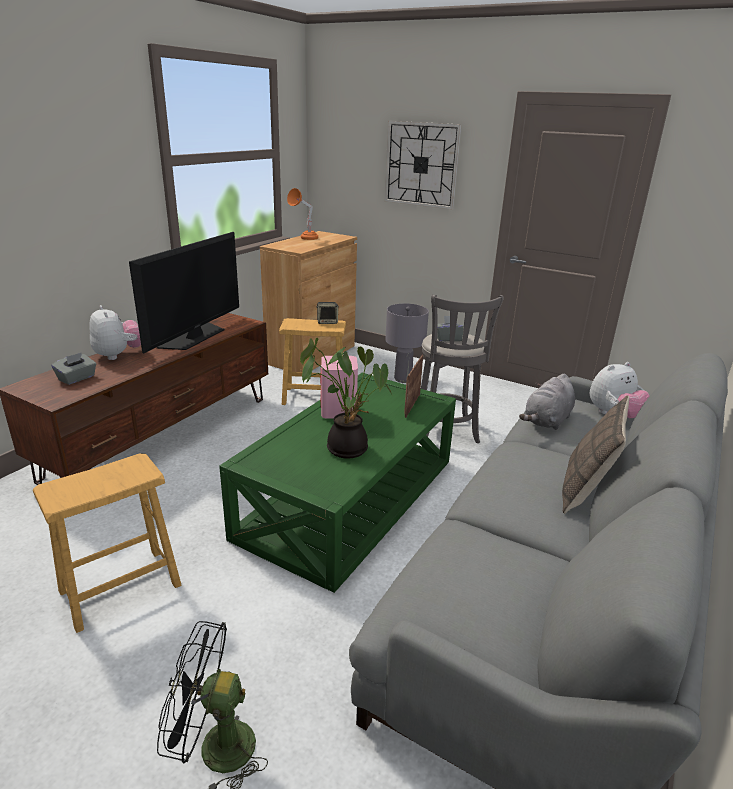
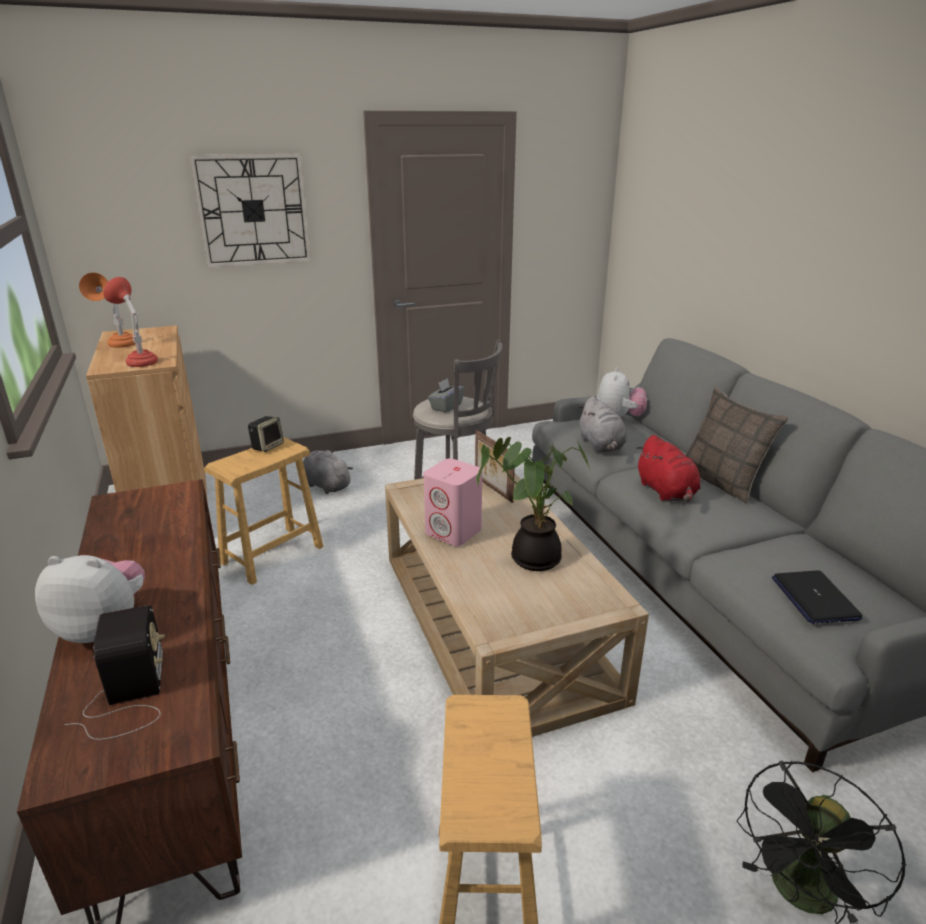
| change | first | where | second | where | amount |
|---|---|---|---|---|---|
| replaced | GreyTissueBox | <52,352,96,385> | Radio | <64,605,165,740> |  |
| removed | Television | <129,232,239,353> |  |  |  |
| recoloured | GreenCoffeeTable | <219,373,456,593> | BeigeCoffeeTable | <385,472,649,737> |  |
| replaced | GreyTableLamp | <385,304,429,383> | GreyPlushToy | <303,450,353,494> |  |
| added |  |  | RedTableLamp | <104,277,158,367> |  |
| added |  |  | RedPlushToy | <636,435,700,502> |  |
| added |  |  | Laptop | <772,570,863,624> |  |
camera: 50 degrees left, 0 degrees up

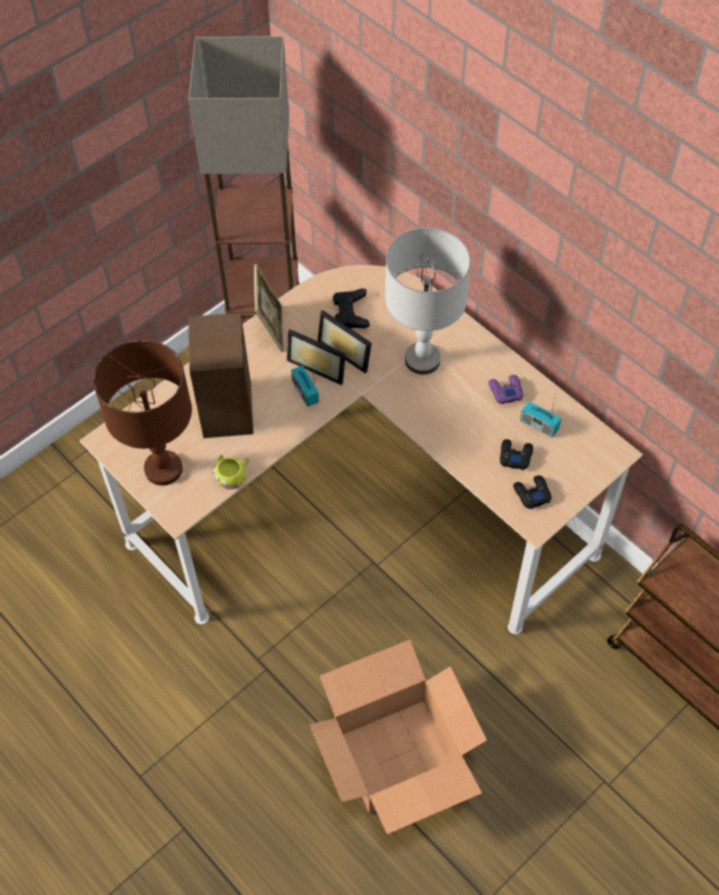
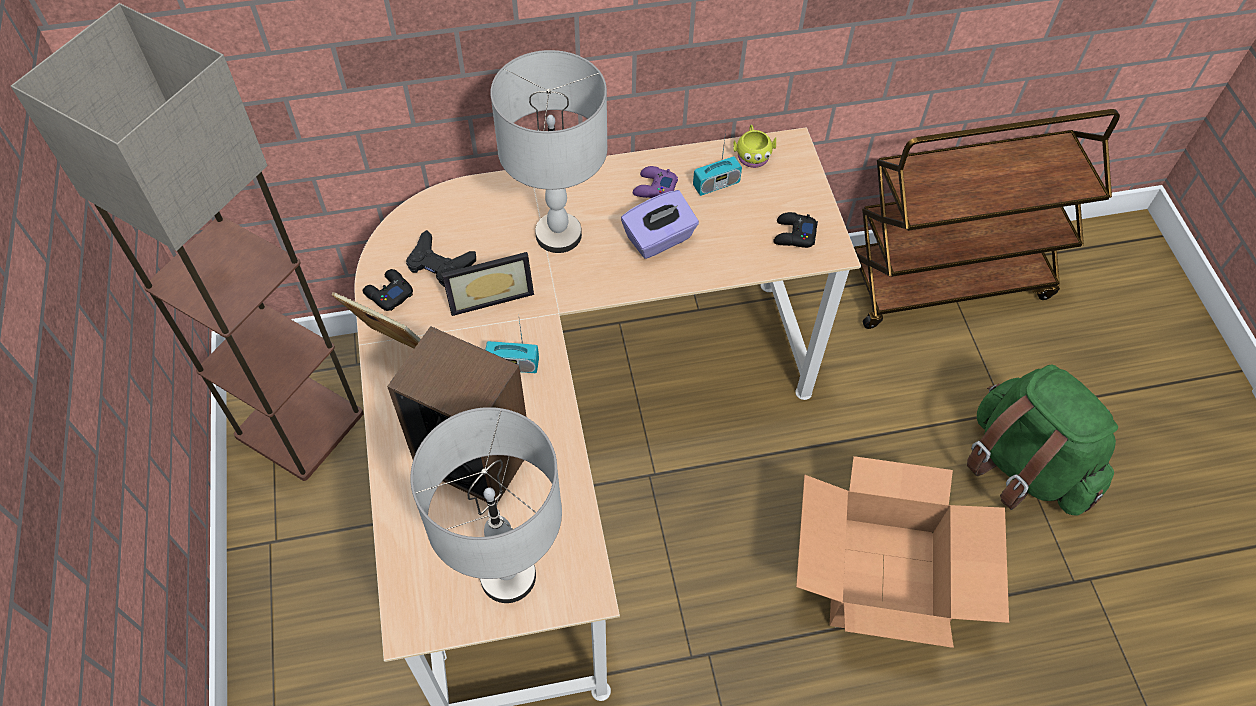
| change | first | where | second | where | amount |
|---|---|---|---|---|---|
| recoloured | BrownTableLamp | <93,340,192,486> | GreyTableLamp | <410,407,562,603> |  |
| moved | YellowMug | <212,454,249,489> |  | <733,125,776,168> |  |
| removed | PictureFrame | <287,329,346,385> |  |  |  |
| moved | BlackGameController | <500,439,533,470> |  | <363,269,413,311> |  |
| added |  |  | PurpleTissueBox | <621,190,699,259> |  |
| added |  |  | GreenBackpack | <967,364,1118,516> |  |
camera: 60 degrees left, 0 degrees up

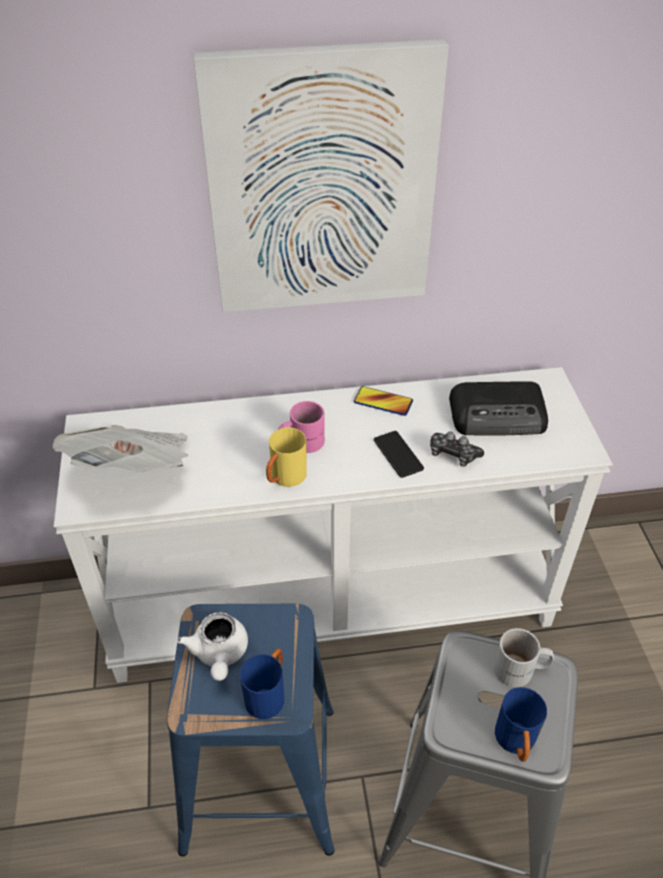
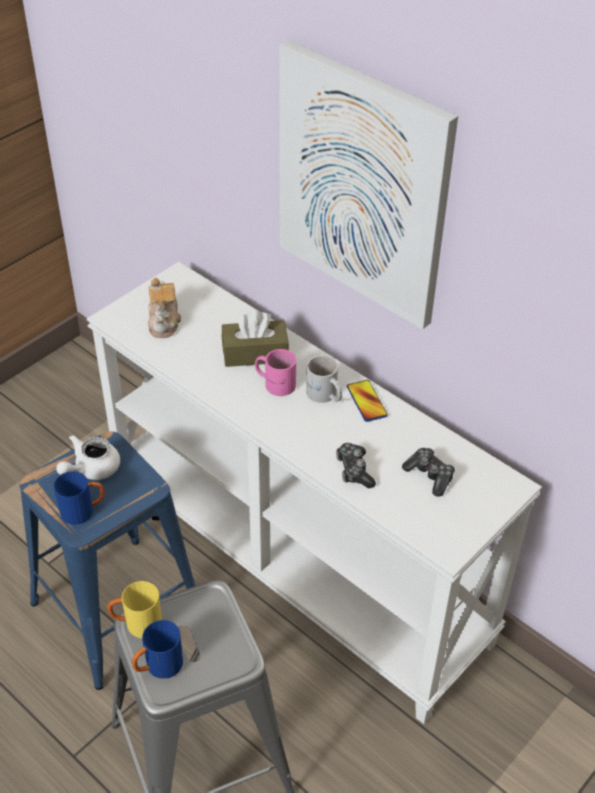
| change | first | where | second | where | amount |
|---|---|---|---|---|---|
| replaced | Newspaper | <53,425,189,472> | Teapot | <148,278,181,338> |  |
| moved | YellowMug | <266,427,307,487> |  | <107,581,162,638> |  |
| removed | Phone | <374,431,424,478> |  |  |  |
| replaced | Radio | <449,381,548,436> | GameController | <402,448,455,497> |  |
| moved | WhiteMug | <494,628,554,687> |  | <306,355,342,403> |  |
| added |  |  | BrownTissueBox | <222,310,289,367> |  |
camera: 50 degrees right, 0 degrees up

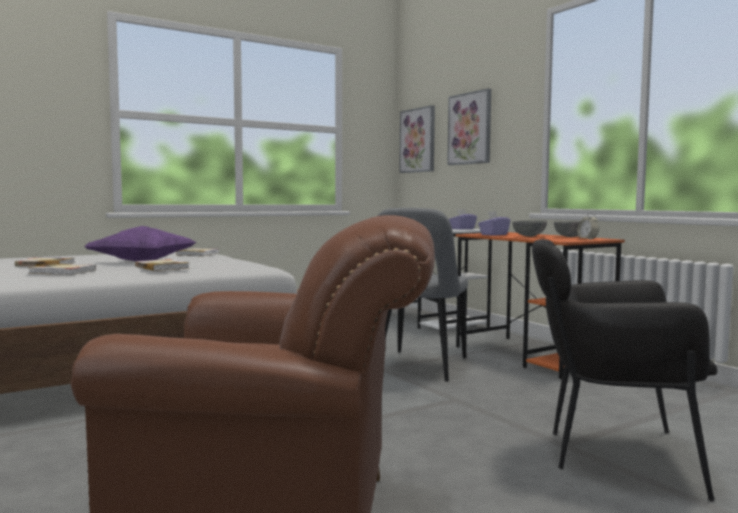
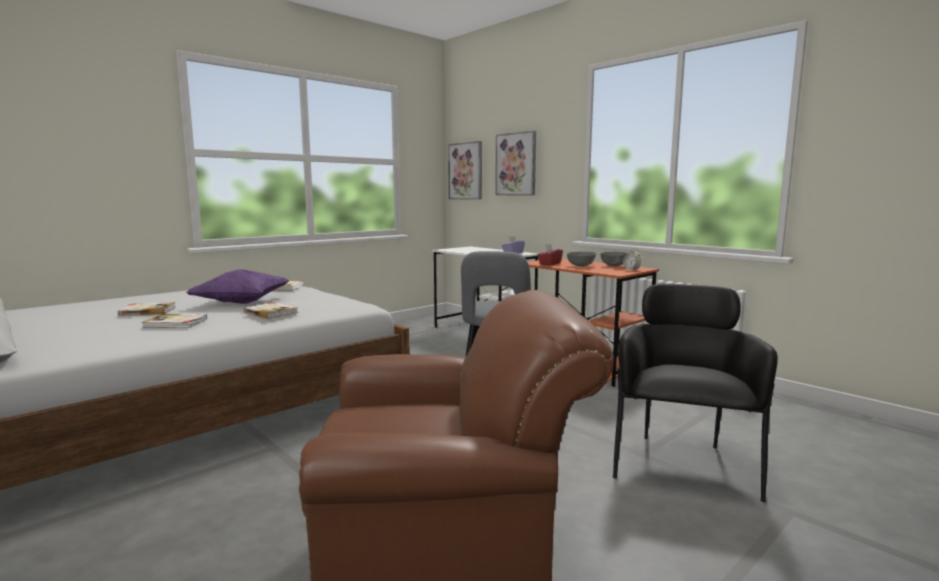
| change | first | where | second | where | amount |
|---|---|---|---|---|---|
| recoloured | PurpleTissueBox | <478,211,510,236> | RedTissueBox | <537,244,563,265> |  |
| turned | BlackArmchair | <532,239,717,501> |  | <613,284,778,502> | 105 degrees clockwise |
camera: 10 degrees left, 5 degrees up

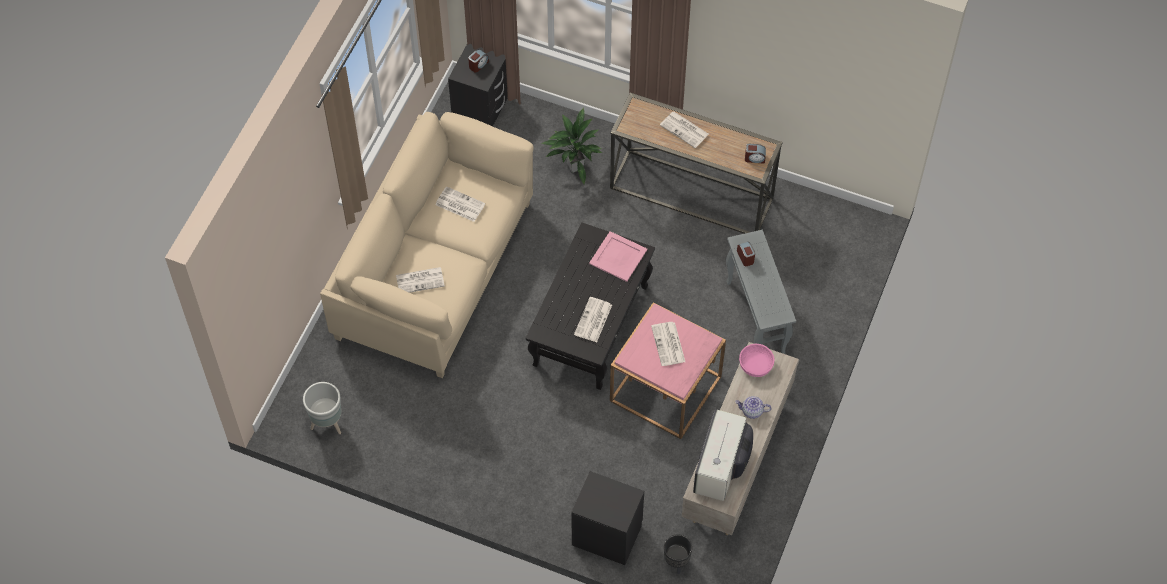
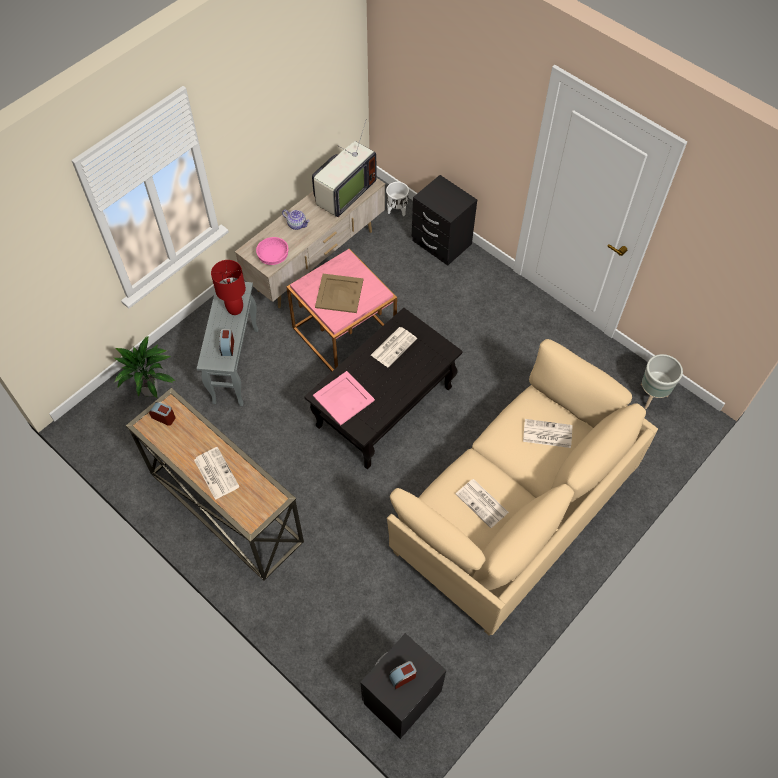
| change | first | where | second | where | amount |
|---|---|---|---|---|---|
| moved | PottedPlant | <541,107,602,184> |  | <114,335,175,399> |  |
| replaced | Newspaper | <651,322,685,366> | BeigeTray | <315,274,363,313> |  |
| recoloured | BlackPlanter | <664,534,692,574> | WhitePlanter | <386,182,409,216> |  |
| added |  |  | RedTableLamp | <211,260,246,315> |  |
camera: 160 degrees left, 0 degrees up

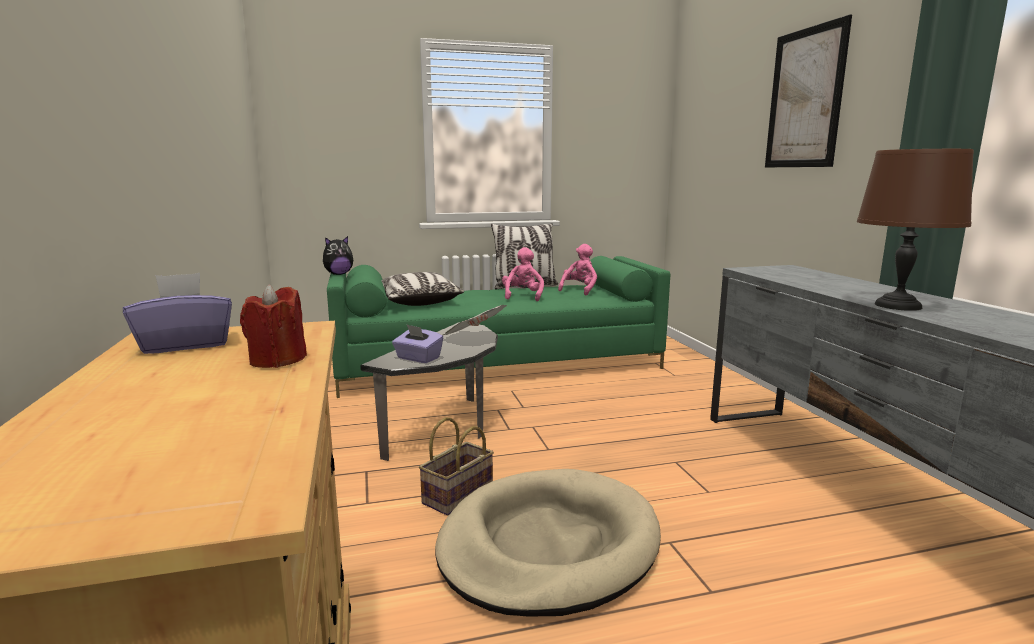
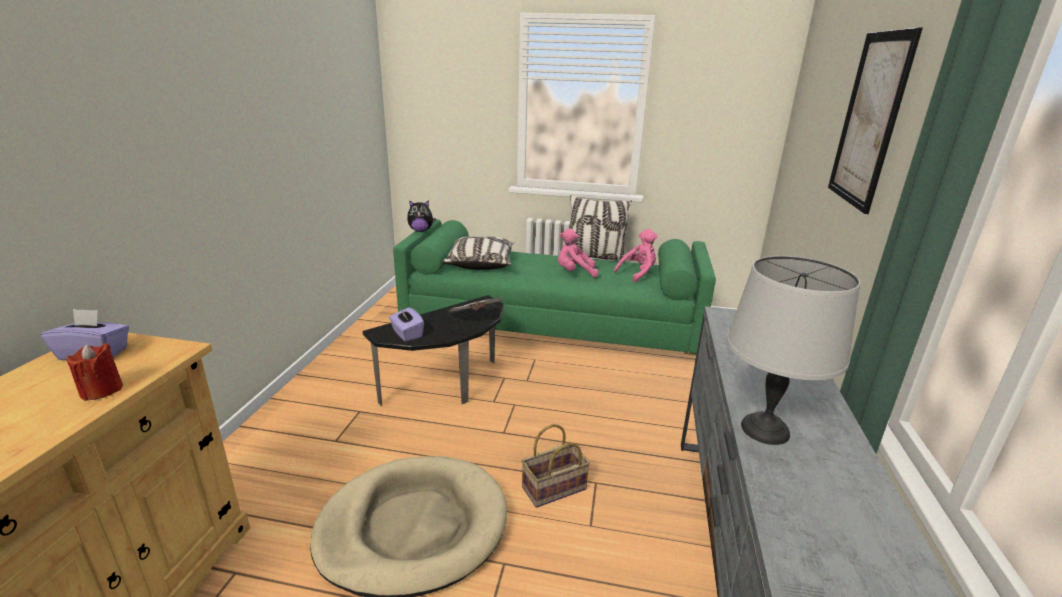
| change | first | where | second | where | amount |
|---|---|---|---|---|---|
| moved | Basket | <419,417,494,516> |  | <522,424,590,508> |  |
| turned | PinkPlushToy | <502,247,544,302> |  | <558,229,599,277> | 120 degrees counterclockwise |
| recoloured | BrownTableLamp | <857,149,974,311> | GreyTableLamp | <726,256,860,445> |  |
camera: 25 degrees right, 10 degrees up

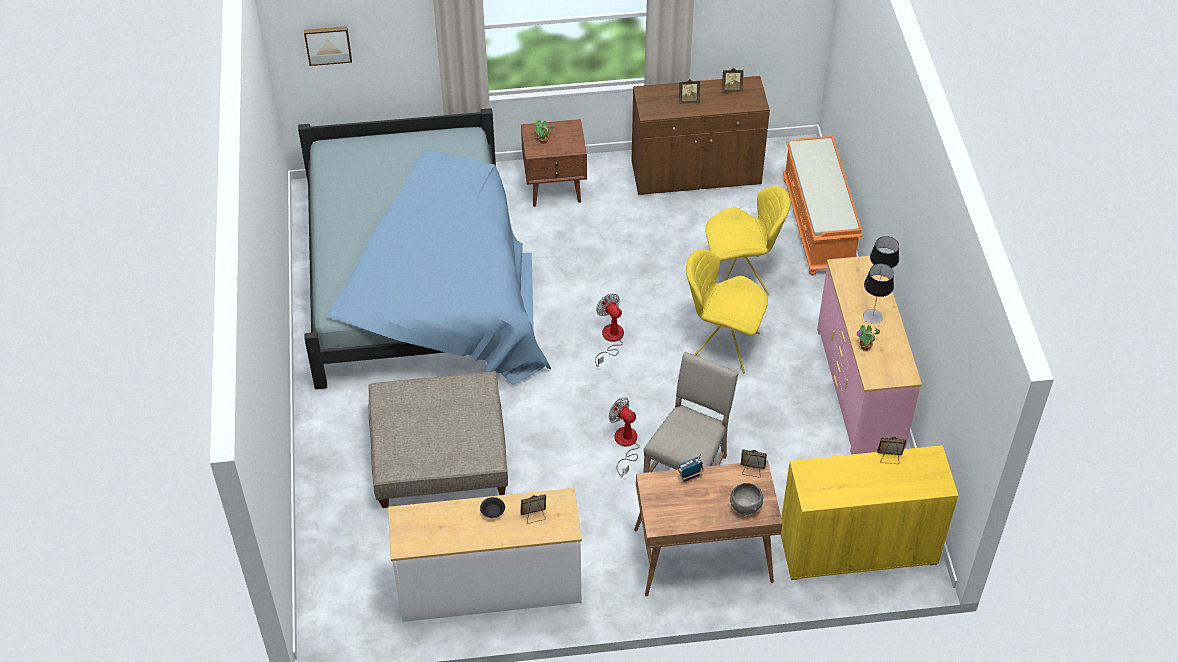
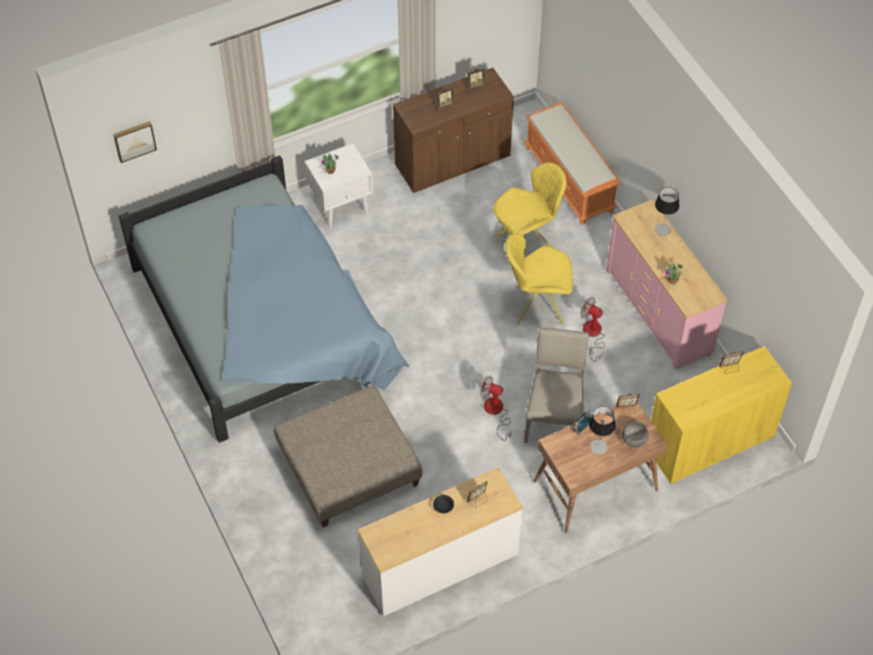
| change | first | where | second | where | amount |
|---|---|---|---|---|---|
| recoloured | BrownNightstand | <521,119,587,207> | WhiteNightstand | <305,143,373,228> |  |
| moved | Fan | <595,294,624,367> |  | <580,297,605,362> |  |
| moved | TableLamp | <863,264,894,324> |  | <589,406,616,454> |  |
camera: 20 degrees left, 5 degrees up

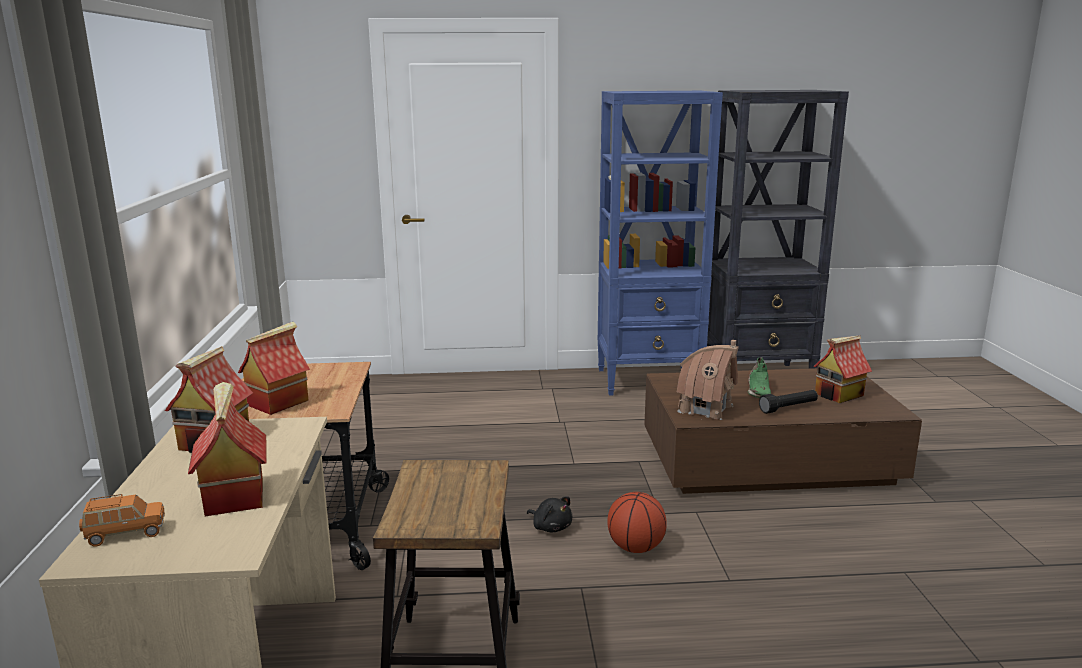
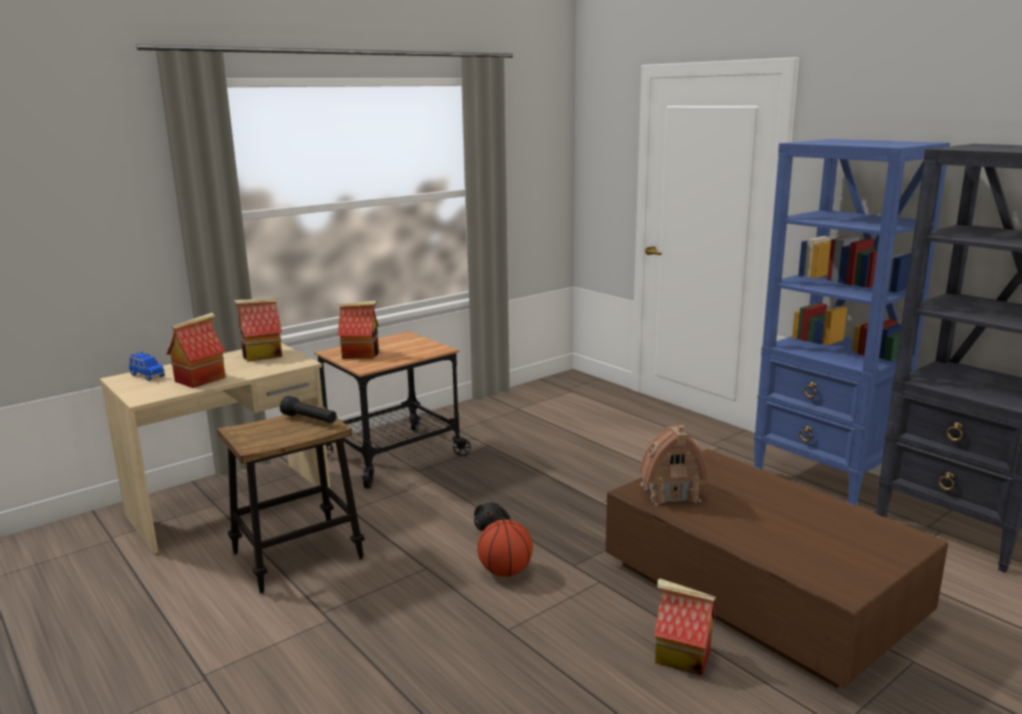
| change | first | where | second | where | amount |
|---|---|---|---|---|---|
| recoloured | OrangeToyCar | <79,494,165,546> | BlueToyCar | <129,352,165,381> |  |
| removed | GreenShoe | <748,357,771,398> |  |  |  |
| moved | BlackFlashlight | <759,390,818,414> |  | <280,396,337,423> |  |
| moved | ToyHouse | <813,335,872,403> |  | <654,579,716,676> |  |
camera: 55 degrees right, 0 degrees up

